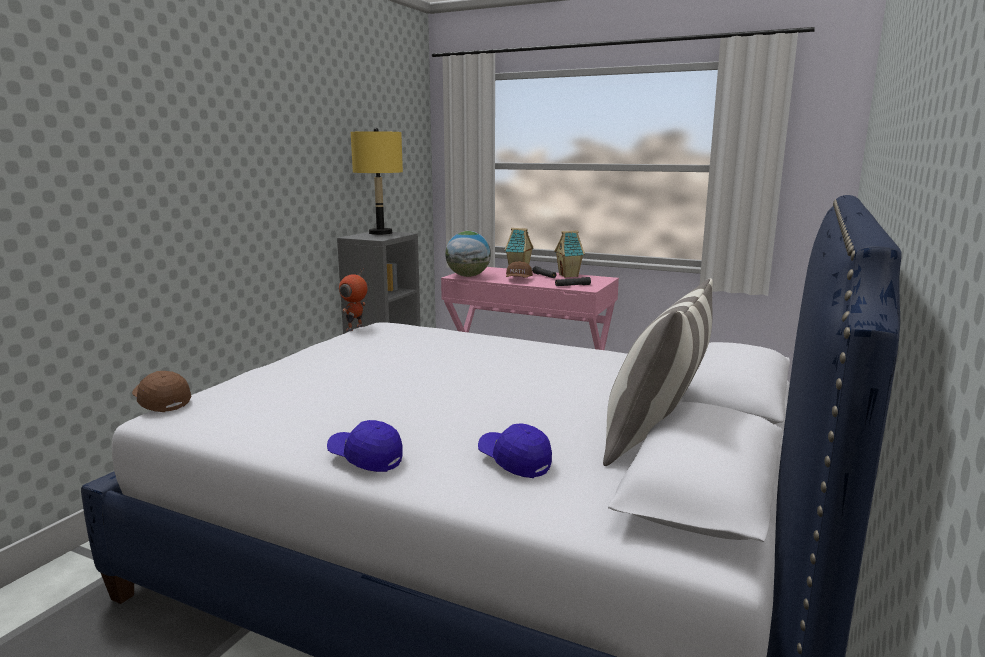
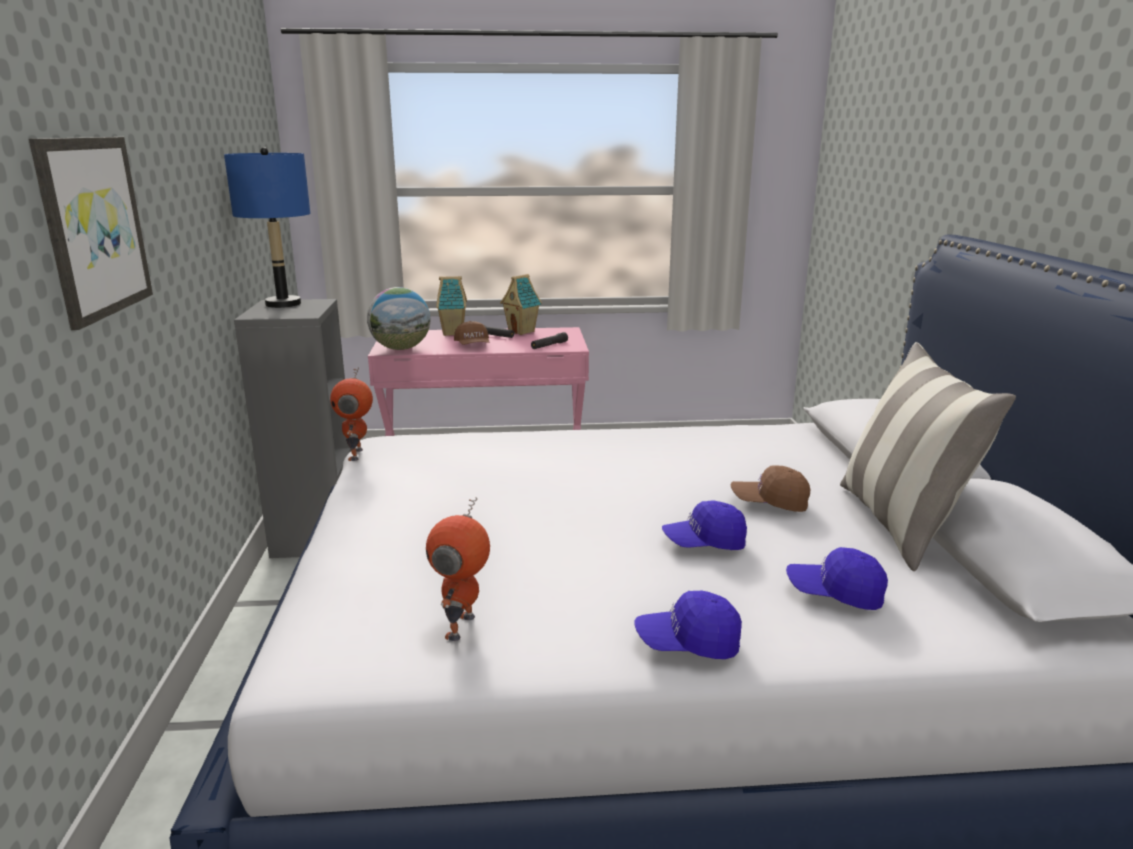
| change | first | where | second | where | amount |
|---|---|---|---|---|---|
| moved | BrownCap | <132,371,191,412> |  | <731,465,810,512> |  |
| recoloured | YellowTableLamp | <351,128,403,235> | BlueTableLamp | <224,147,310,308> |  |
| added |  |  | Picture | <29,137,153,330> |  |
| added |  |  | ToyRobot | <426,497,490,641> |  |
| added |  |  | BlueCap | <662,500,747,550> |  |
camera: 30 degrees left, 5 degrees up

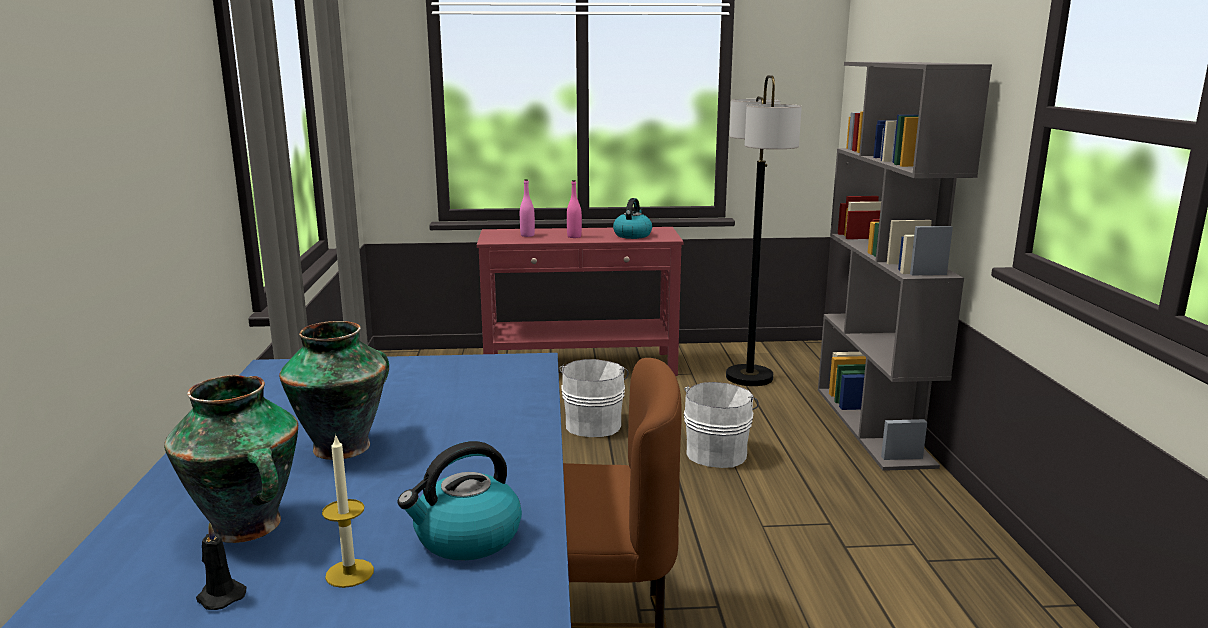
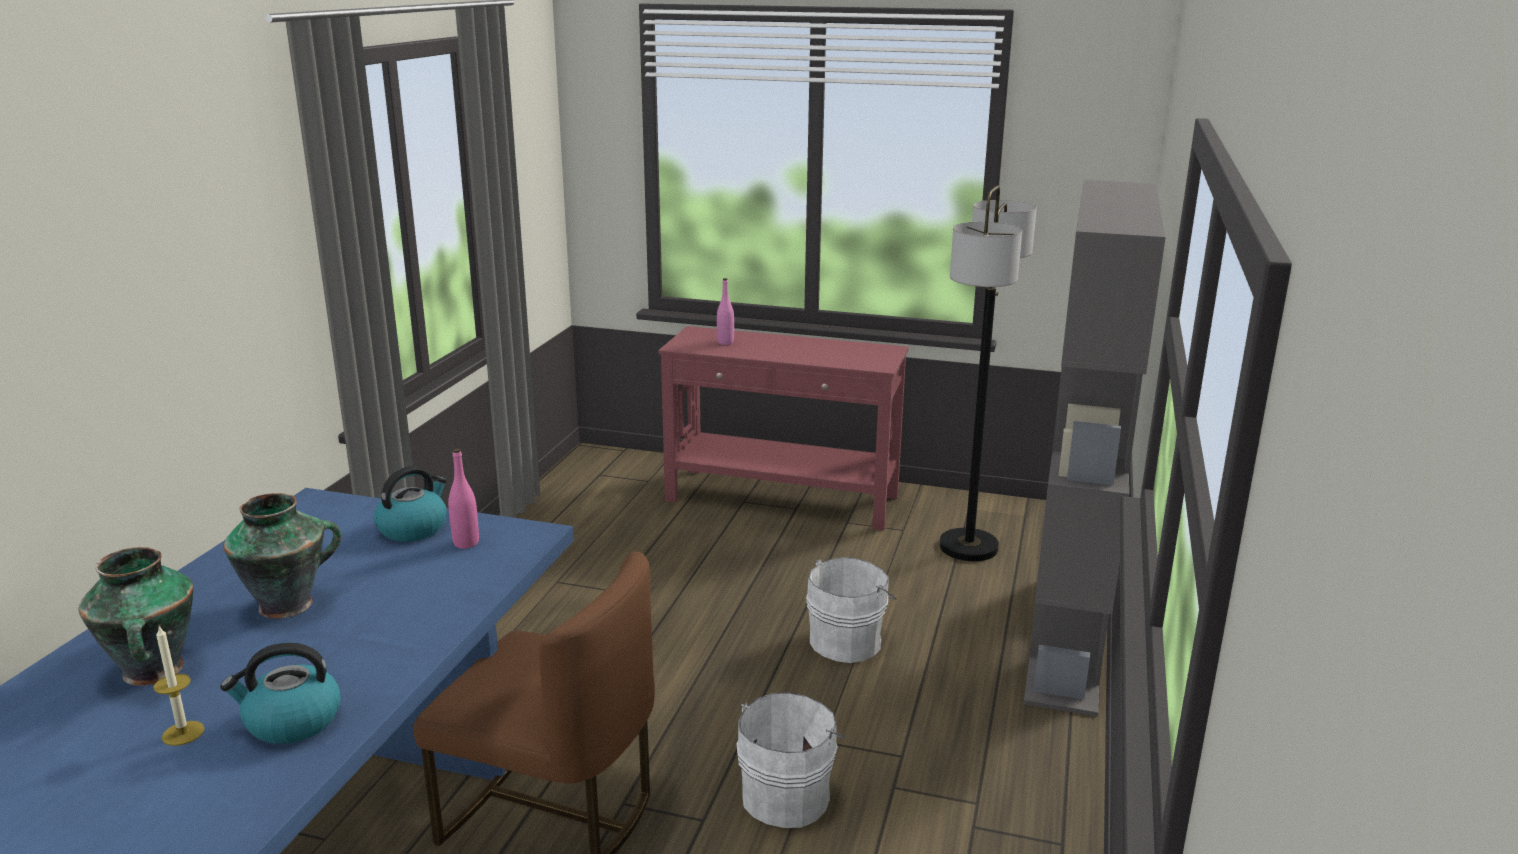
| change | first | where | second | where | amount |
|---|---|---|---|---|---|
| removed | BlackCandle | <196,522,246,610> |  |  |  |
| moved | WhiteBucket | <559,359,629,437> |  | <736,693,845,828> |  |
| moved | PinkBottle | <567,180,582,238> |  | <448,449,479,549> |  |
| moved | Kettle | <613,198,652,239> |  | <374,466,447,542> |  |
camera: 20 degrees right, 5 degrees up

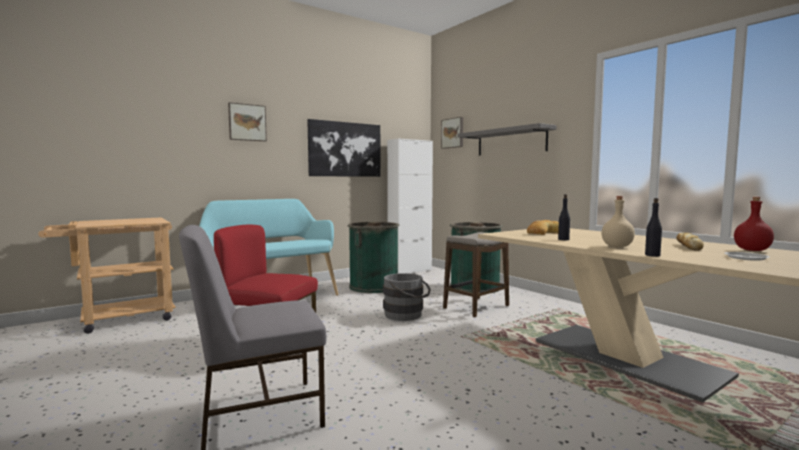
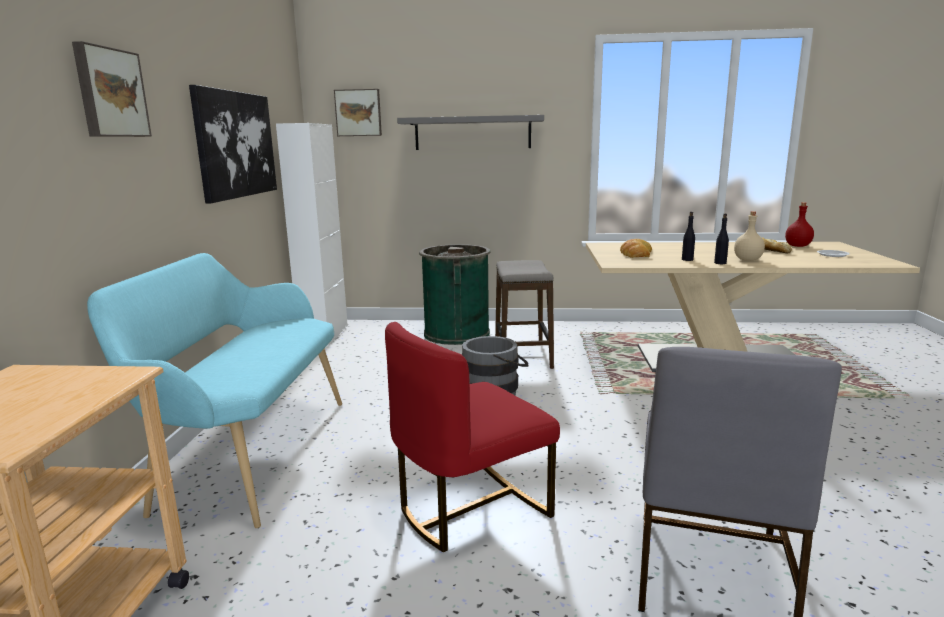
| change | first | where | second | where | amount |
|---|---|---|---|---|---|
| removed | GreenTrashCan | <347,222,400,293> |  |  |  |
| moved | BlackBottle | <645,198,662,257> |  | <714,214,729,264> |  |
camera: 50 degrees left, 10 degrees up

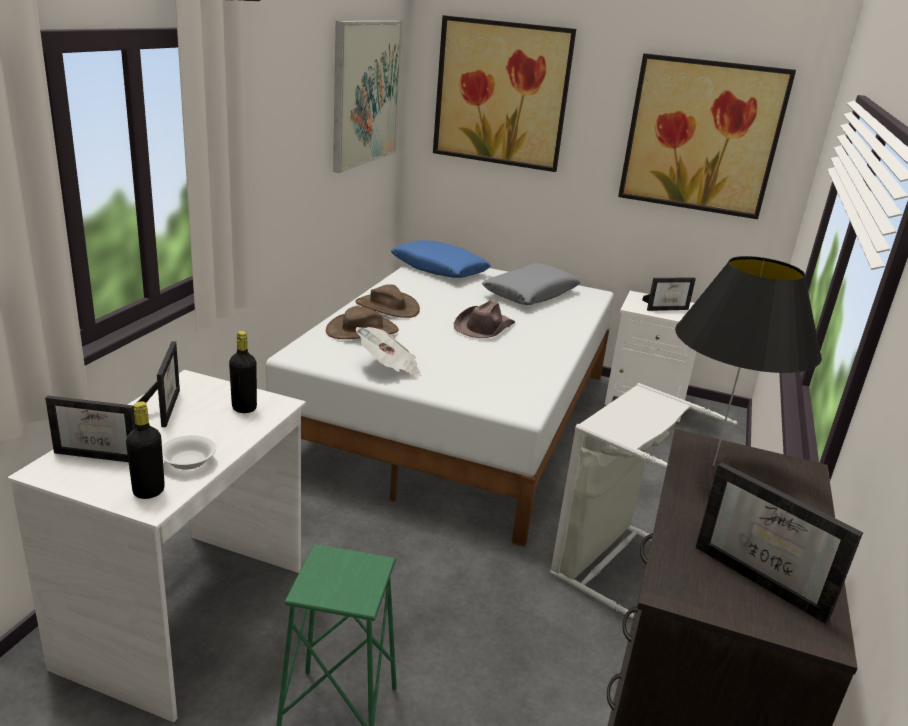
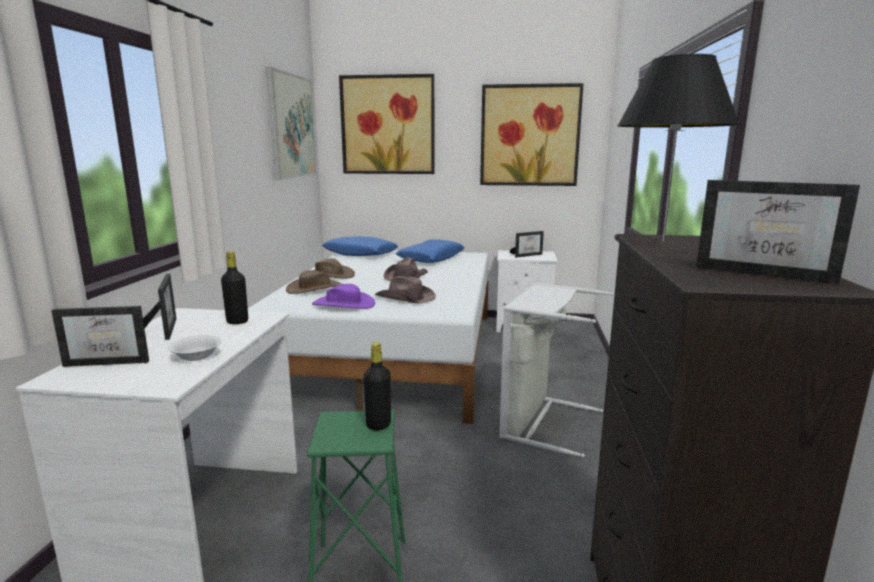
| change | first | where | second | where | amount |
|---|---|---|---|---|---|
| moved | BlackBottle | <126,401,165,499> |  | <363,342,391,430> |  |
| replaced | Newspaper | <356,327,421,376> | PurpleHat | <312,284,375,309> |  |
| recoloured | GreyPillow | <482,263,581,305> | BluePillow | <396,239,465,263> |  |
| added |  |  | BrownHat | <374,276,436,304> |  |
camera: 10 degrees left, 10 degrees down

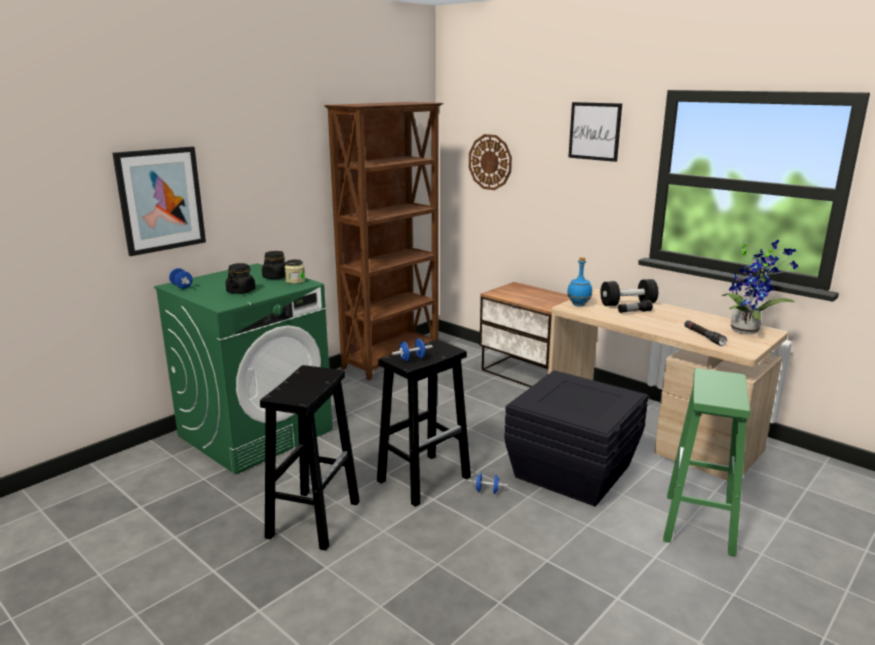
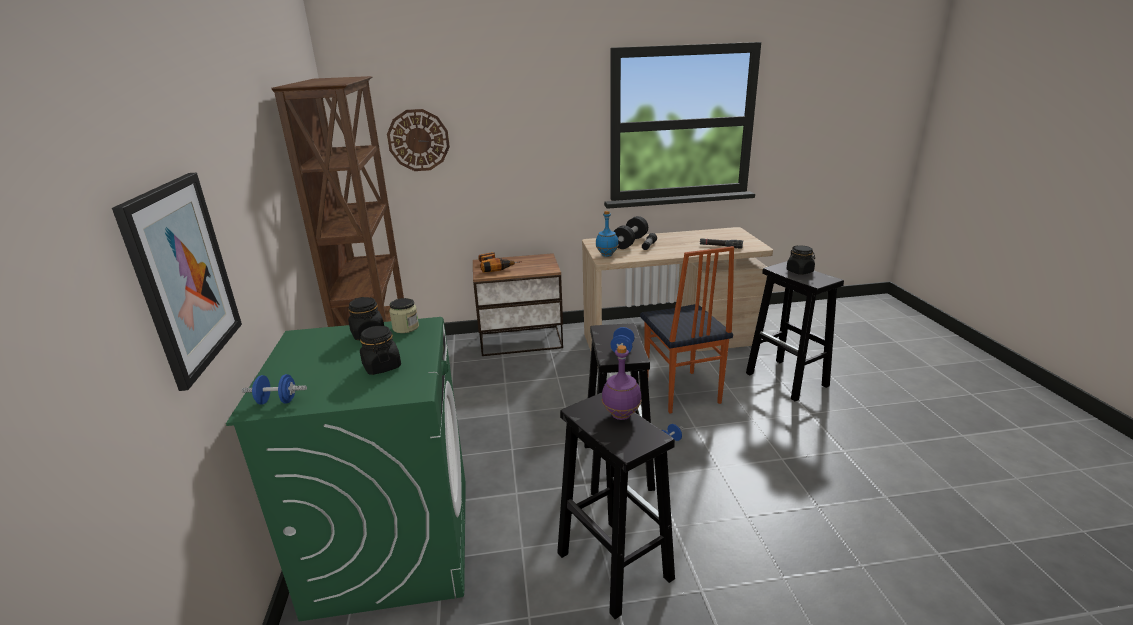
| change | first | where | second | where | amount |
|---|---|---|---|---|---|
| replaced | BlackStorageBox | <504,370,648,507> | Chair | <640,246,734,414> |  |
| removed | Picture | <568,102,622,162> |  |  |  |
| recoloured | GreenStool | <663,368,750,557> | BlackStool | <746,261,844,401> |  |
| removed | PottedPlant | <721,240,798,334> |  |  |  |
| added |  |  | PowerDrill | <478,252,522,273> |  |
| added |  |  | PurpleBottle | <602,345,642,420> |  |
| added |  |  | BlackJar | <786,246,815,275> |  |
camera: 50 degrees left, 5 degrees up

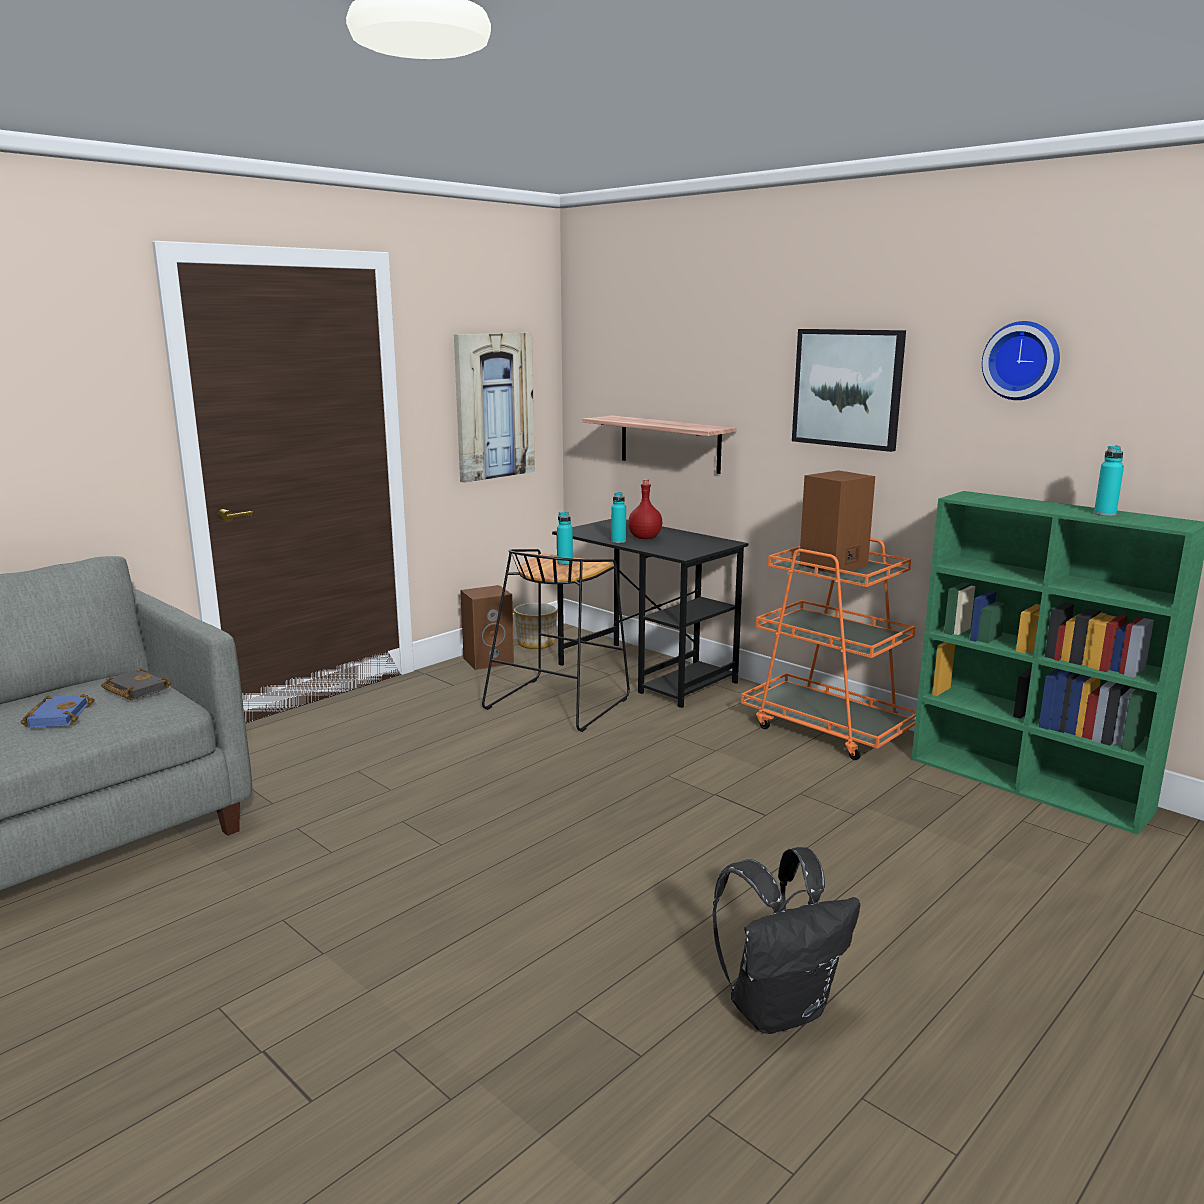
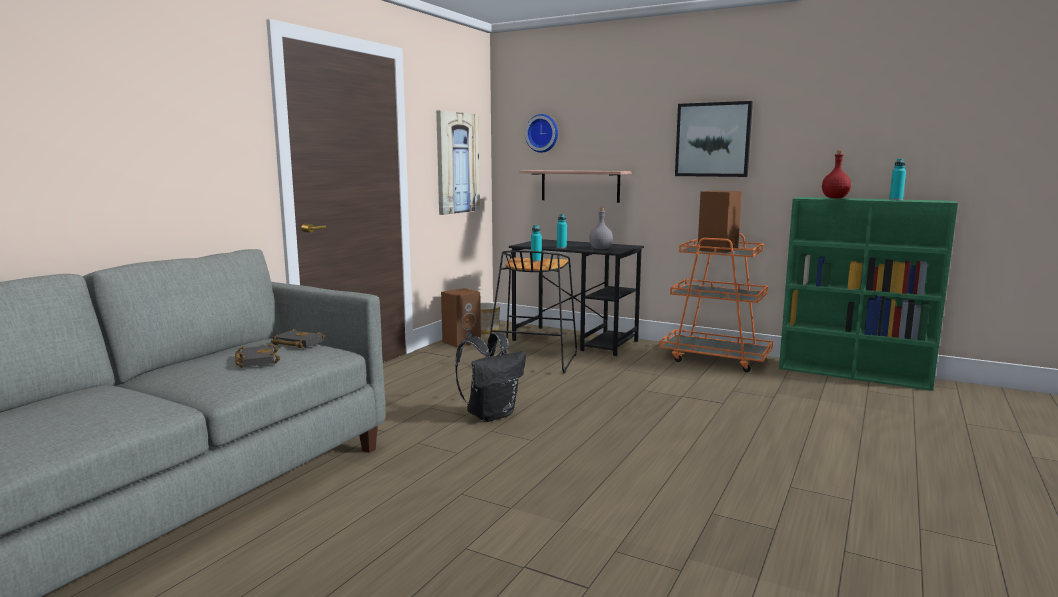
| change | first | where | second | where | amount |
|---|---|---|---|---|---|
| recoloured | BlueBook | <21,694,95,728> | BlackBook | <235,344,280,368> |  |
| moved | RedBottle | <628,479,662,539> |  | <822,151,851,198> |  |
| moved | BlackBackpack | <712,847,860,1034> |  | <455,332,526,422> |  |
| moved | WallClock | <982,321,1060,400> |  | <525,114,558,153> |  |
| added |  |  | GreyBottle | <589,208,613,249> |  |
camera: 15 degrees left, 5 degrees down

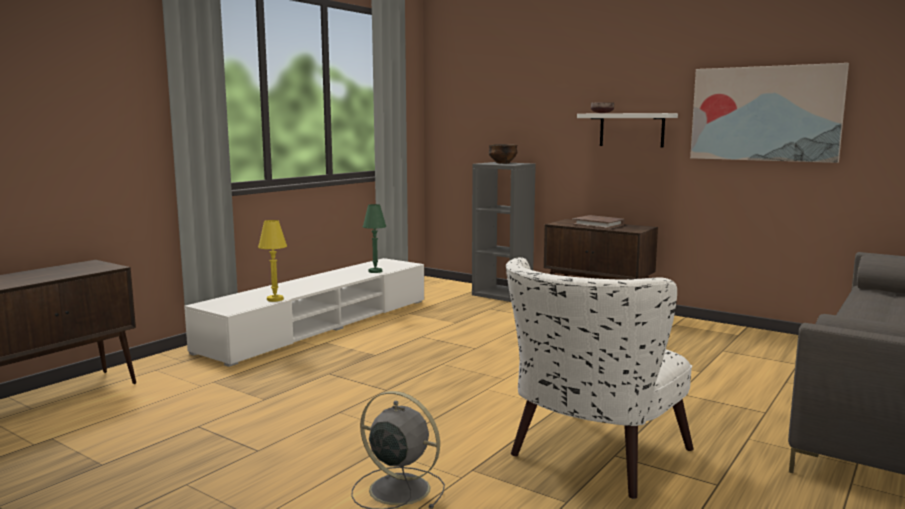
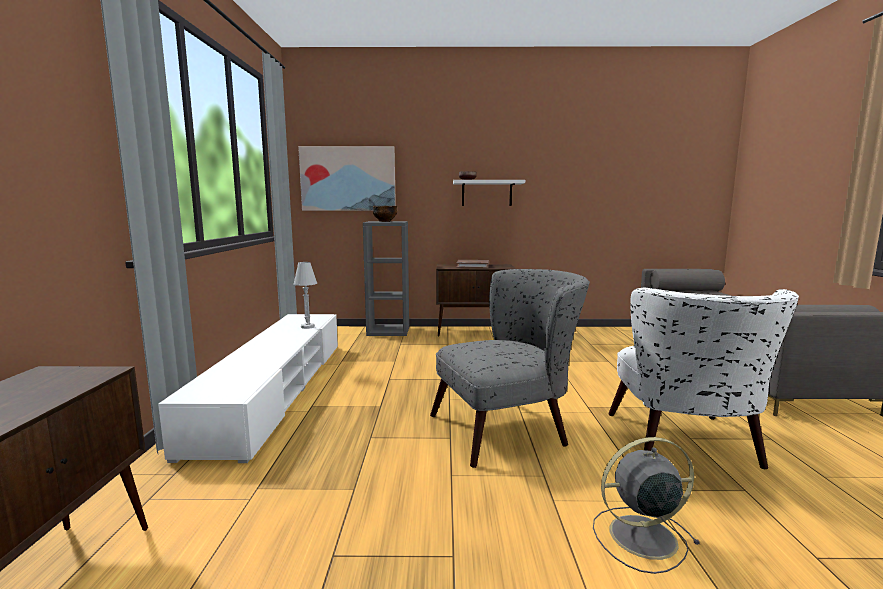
| change | first | where | second | where | amount |
|---|---|---|---|---|---|
| removed | YellowTableLamp | <258,220,287,302> |  |  |  |
| recoloured | GreenTableLamp | <363,204,386,273> | WhiteTableLamp | <293,262,317,329> |  |
| moved | Picture | <690,63,849,163> |  | <298,146,396,211> |  |
| added |  |  | GreyArmchair | <430,269,590,468> |  |
camera: 35 degrees left, 0 degrees up

